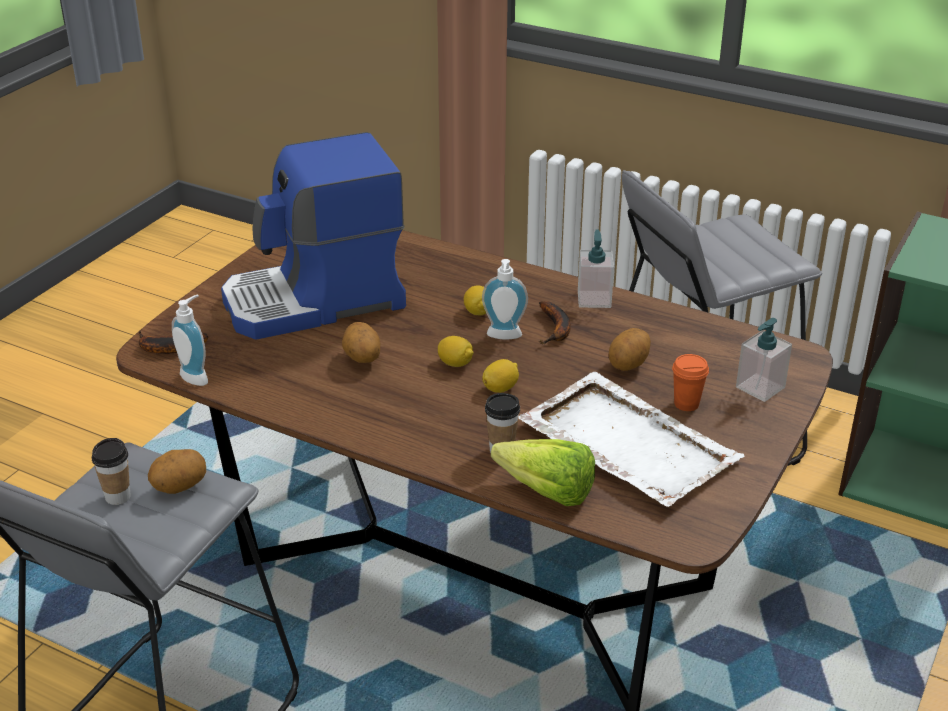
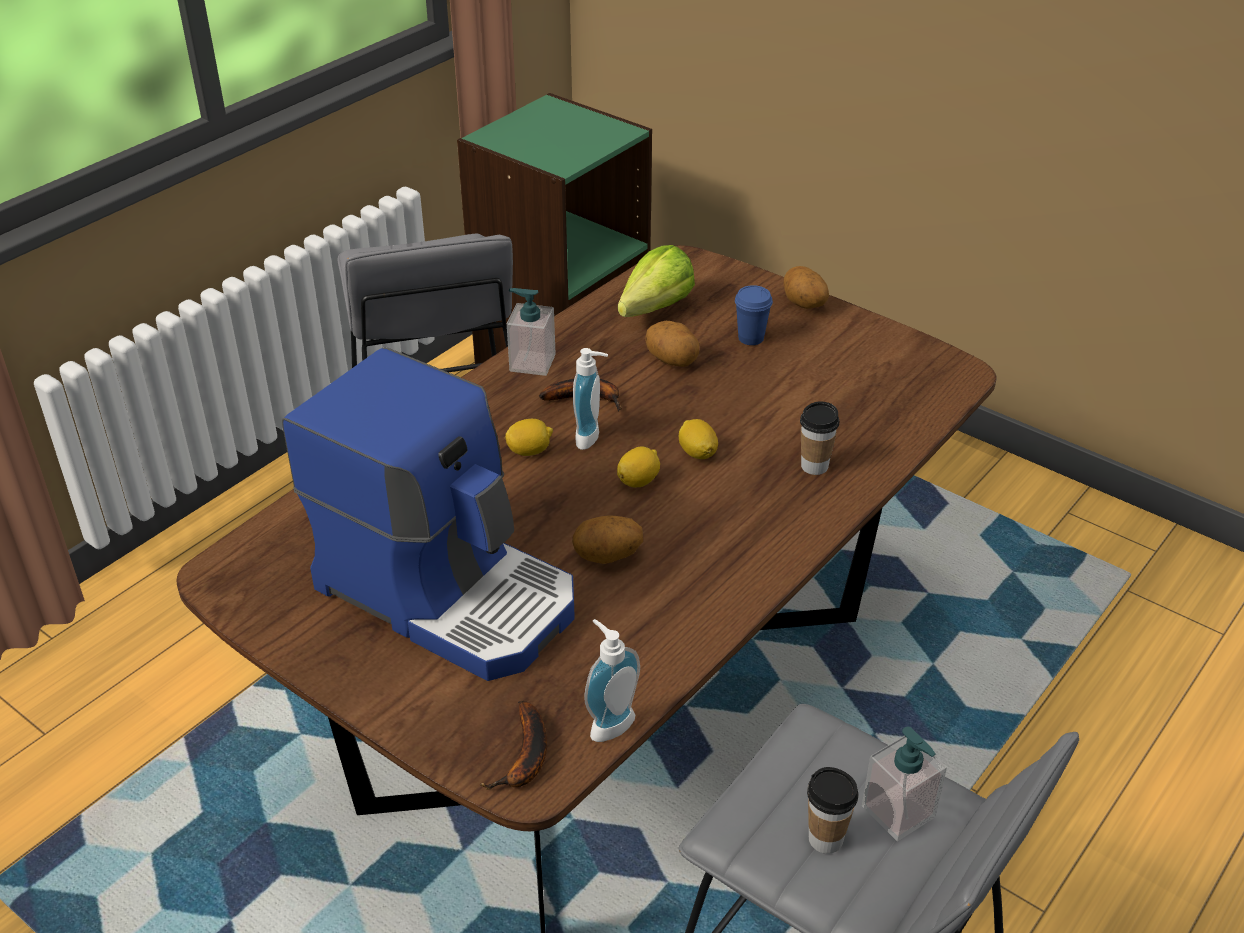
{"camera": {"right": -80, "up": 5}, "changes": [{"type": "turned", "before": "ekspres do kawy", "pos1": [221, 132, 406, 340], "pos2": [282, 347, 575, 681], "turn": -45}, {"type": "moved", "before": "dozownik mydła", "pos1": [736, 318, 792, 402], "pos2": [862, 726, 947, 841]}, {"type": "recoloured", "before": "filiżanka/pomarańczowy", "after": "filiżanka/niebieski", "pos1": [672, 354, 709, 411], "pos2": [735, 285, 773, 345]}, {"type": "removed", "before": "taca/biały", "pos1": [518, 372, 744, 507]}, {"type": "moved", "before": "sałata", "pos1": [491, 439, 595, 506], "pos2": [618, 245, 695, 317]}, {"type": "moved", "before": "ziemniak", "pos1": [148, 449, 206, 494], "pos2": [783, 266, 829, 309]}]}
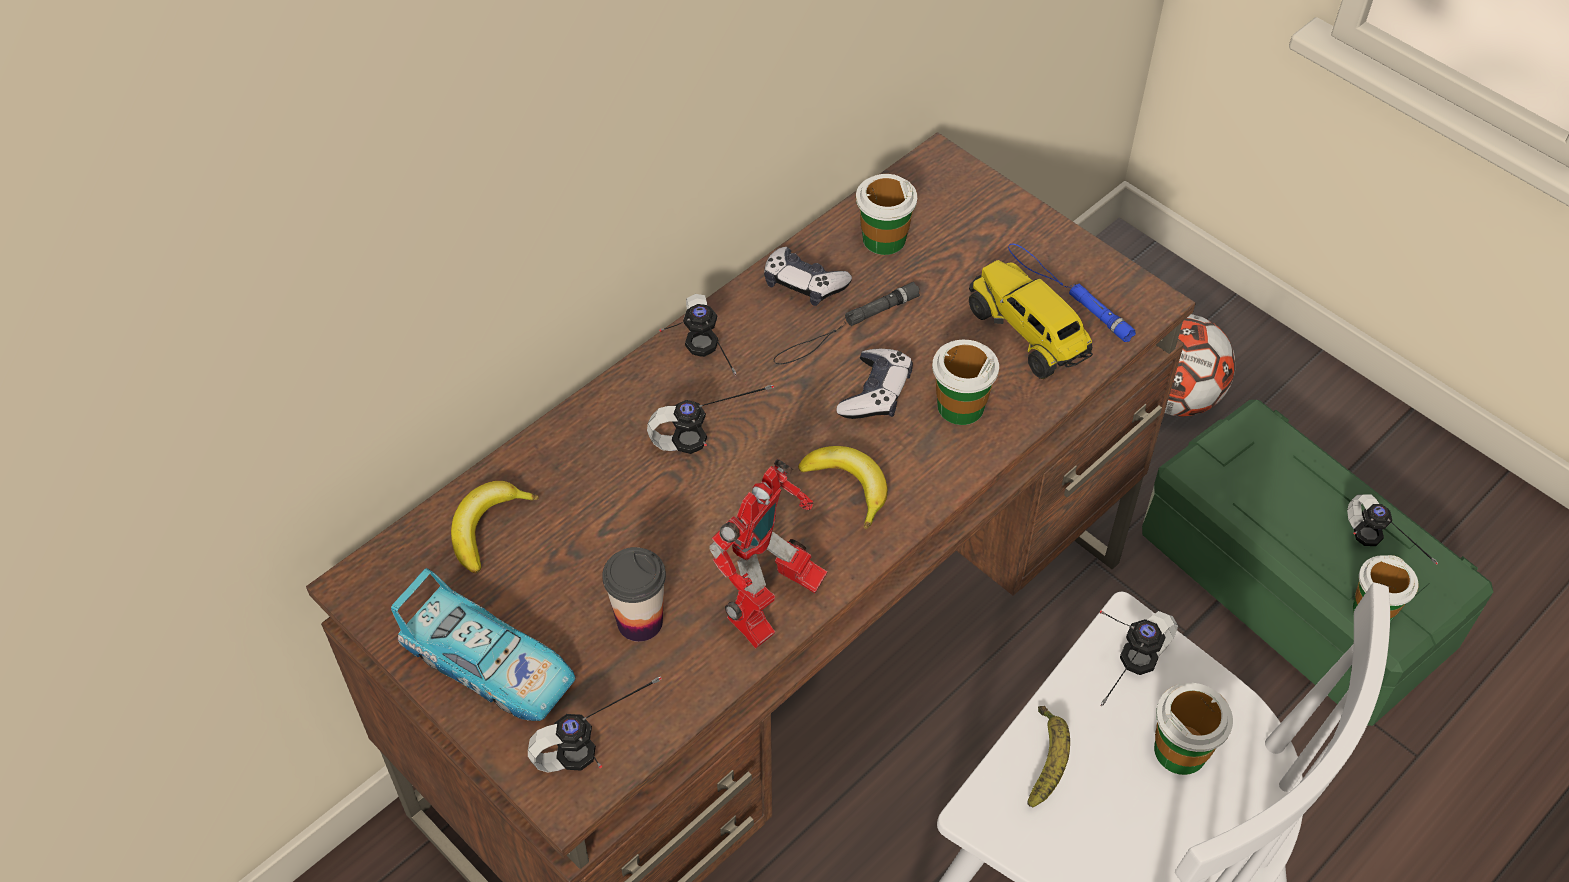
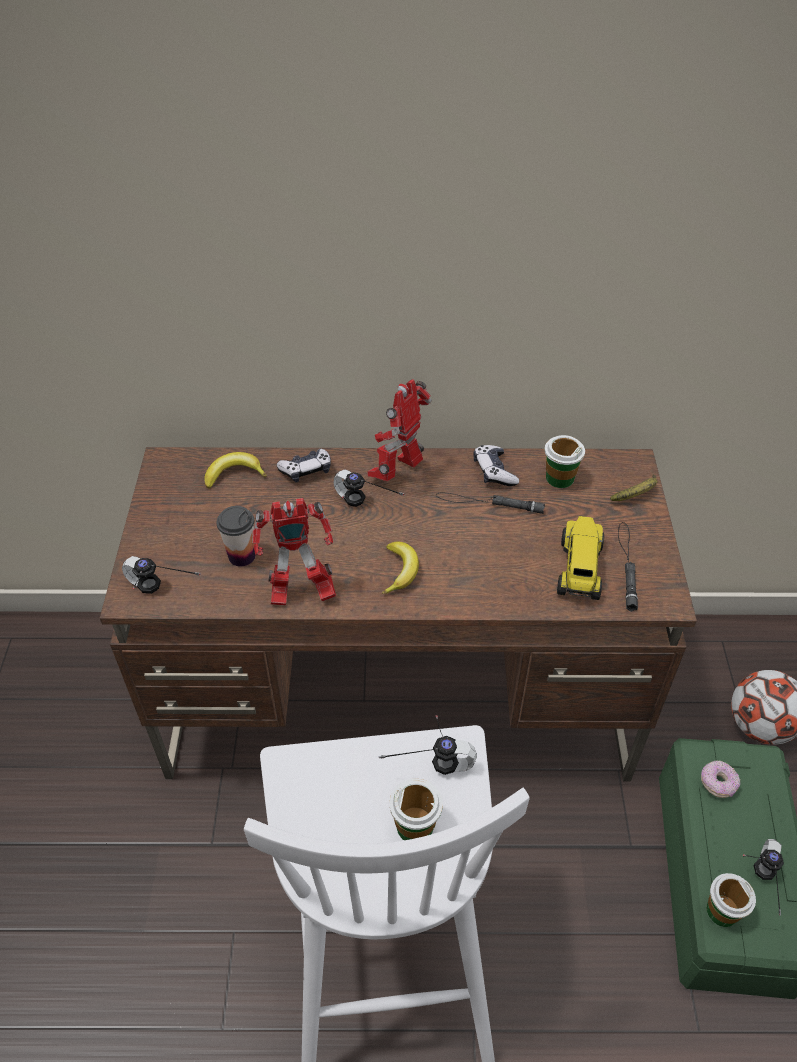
{"camera": {"right": 45, "up": -5}, "changes": [{"type": "recoloured", "before": "latarka/niebieski", "after": "latarka/czarny", "pos1": [1008, 244, 1136, 342], "pos2": [618, 522, 638, 612]}, {"type": "replaced", "before": "słuchawki", "after": "robot zabawkowy", "pos1": [659, 294, 736, 376], "pos2": [368, 379, 432, 481]}, {"type": "removed", "before": "filiżanka", "pos1": [932, 340, 999, 425]}, {"type": "moved", "before": "pad do gier", "pos1": [836, 349, 913, 419], "pos2": [277, 449, 331, 482]}, {"type": "removed", "before": "samochodzik", "pos1": [391, 568, 576, 721]}, {"type": "moved", "before": "banan", "pos1": [1027, 706, 1070, 807], "pos2": [610, 474, 658, 501]}, {"type": "added", "after": "donut", "pos2": [701, 760, 740, 798]}]}
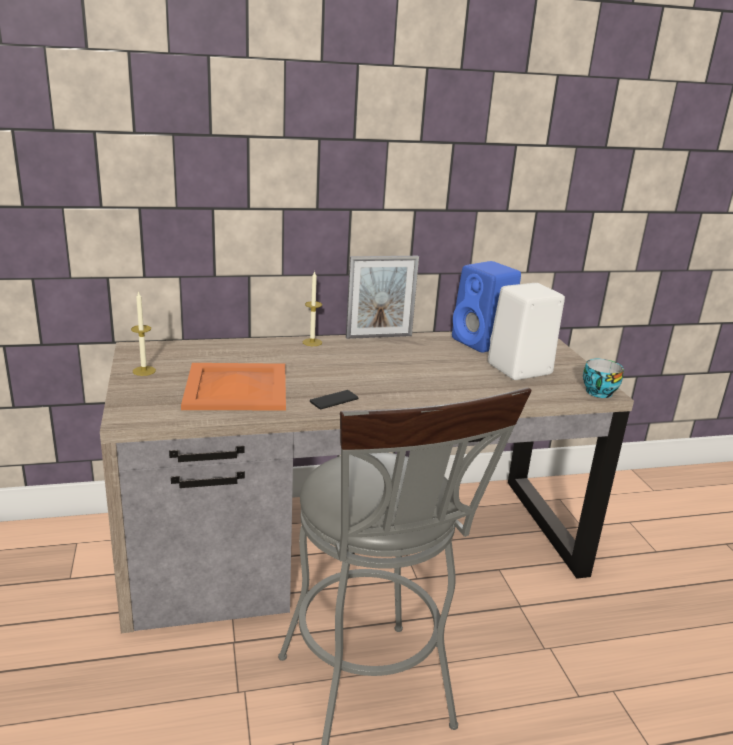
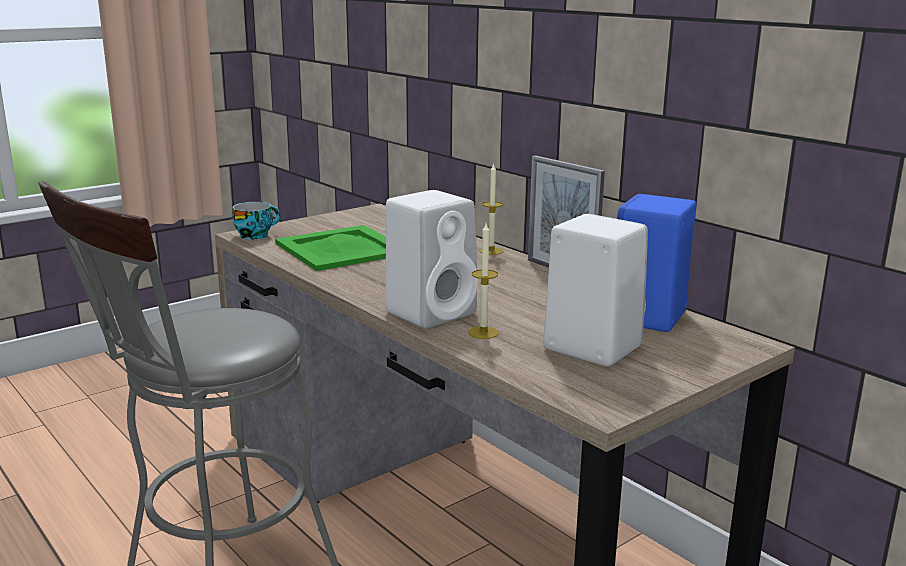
{"camera": {"right": 65, "up": -5}, "changes": [{"type": "moved", "before": "świeca", "pos1": [131, 291, 156, 376], "pos2": [468, 223, 499, 339]}, {"type": "moved", "before": "filiżanka", "pos1": [583, 359, 624, 398], "pos2": [232, 202, 280, 240]}, {"type": "recoloured", "before": "taca/pomarańczowy", "after": "taca/zielony", "pos1": [181, 363, 286, 410], "pos2": [275, 225, 386, 271]}, {"type": "removed", "before": "telefon", "pos1": [310, 390, 358, 409]}, {"type": "added", "after": "głośnik/biały", "pos2": [385, 190, 478, 328]}]}
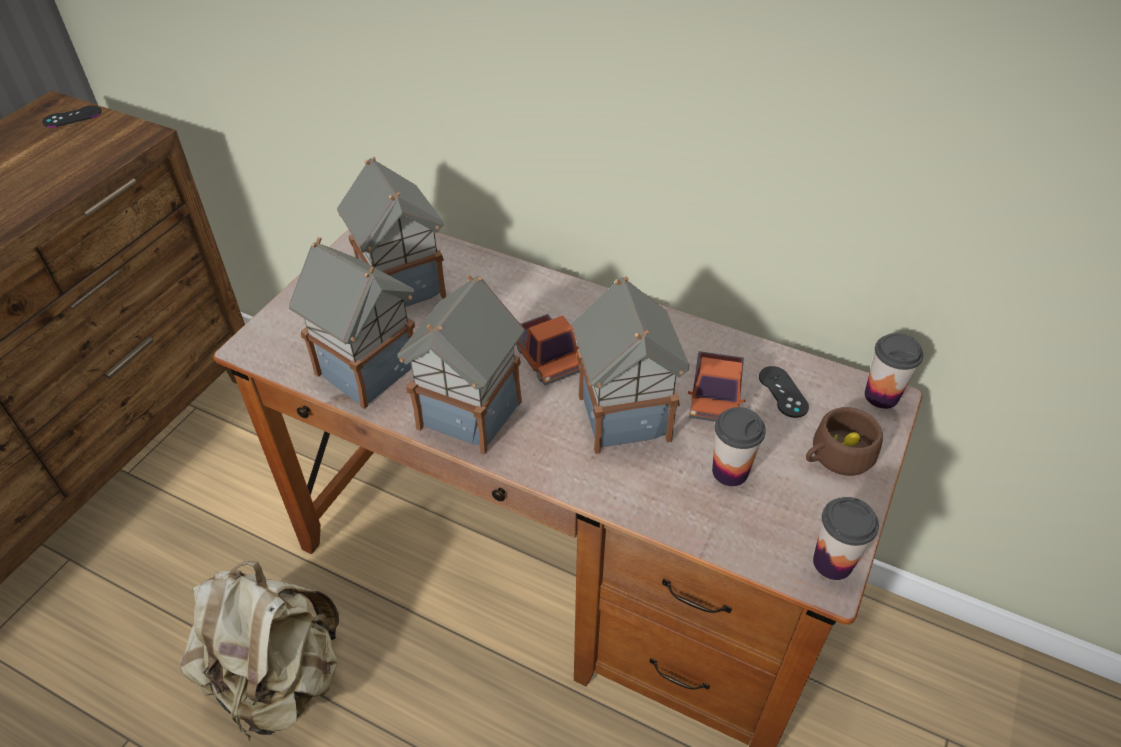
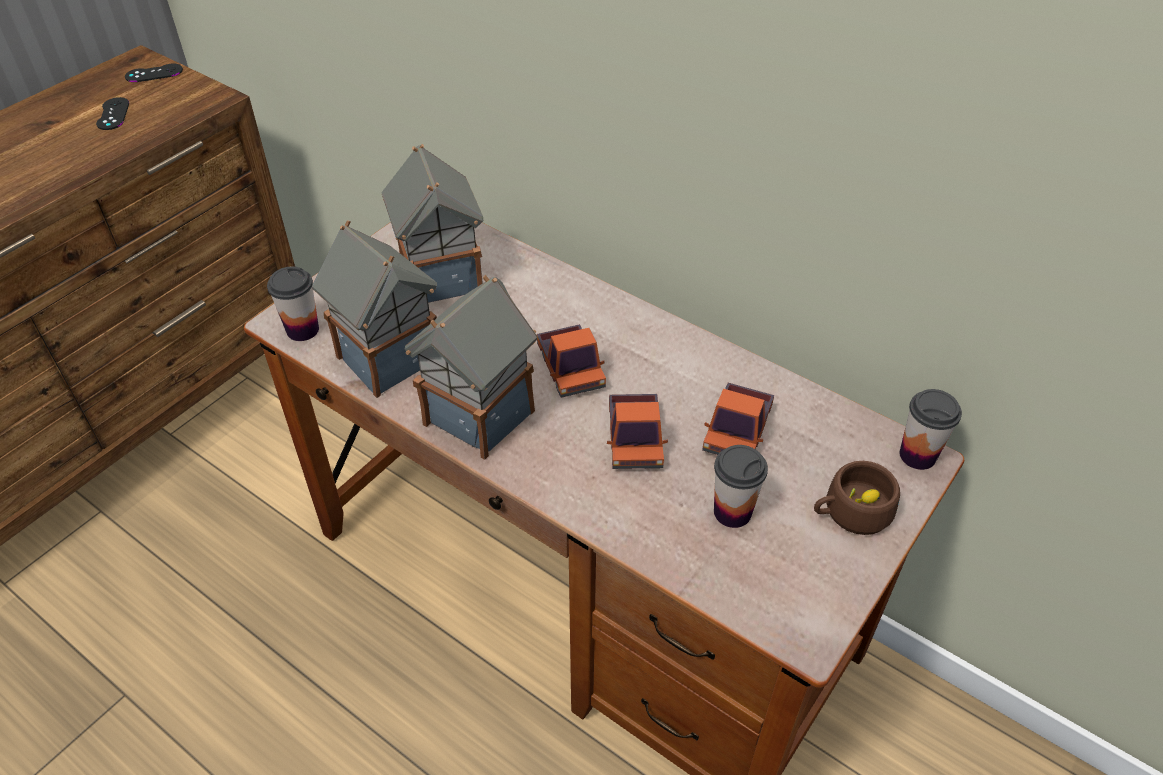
{"camera": {"right": 10, "up": 0}, "changes": [{"type": "replaced", "before": "domek", "after": "ciężarówka zabawkowa", "pos1": [572, 276, 689, 454], "pos2": [607, 394, 668, 469]}, {"type": "moved", "before": "pad do gier/czarny", "pos1": [759, 366, 809, 418], "pos2": [96, 97, 129, 130]}, {"type": "moved", "before": "filiżanka", "pos1": [813, 497, 879, 580], "pos2": [267, 266, 319, 341]}, {"type": "removed", "before": "plecak/beżowy", "pos1": [180, 561, 339, 741]}]}
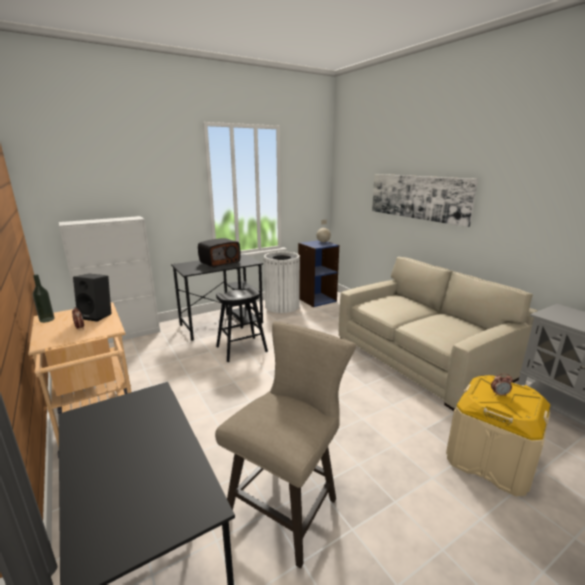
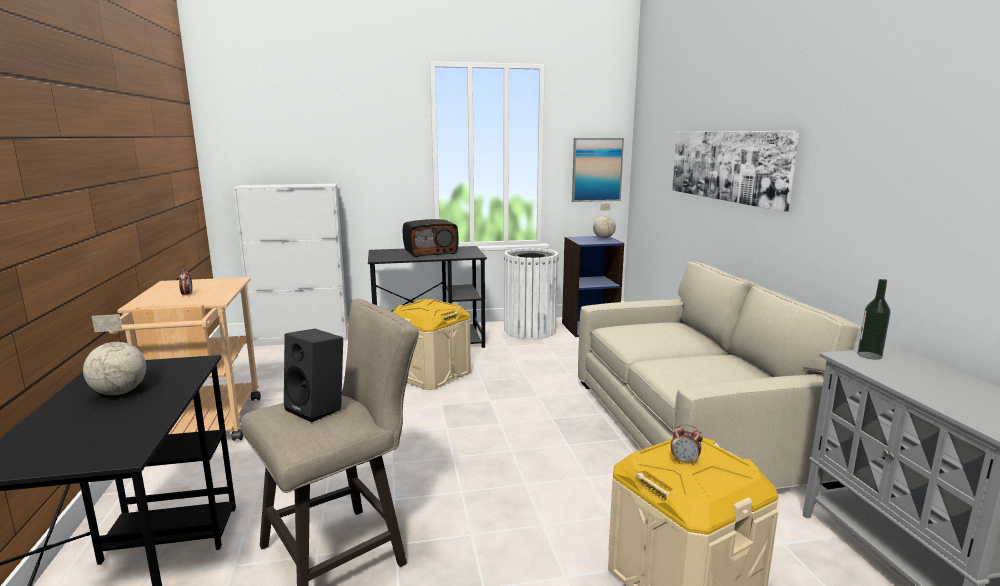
{"camera": {"right": 20, "up": -5}, "changes": [{"type": "moved", "before": "butelka", "pos1": [33, 274, 55, 323], "pos2": [857, 279, 890, 360]}, {"type": "moved", "before": "głośnik/czarny", "pos1": [73, 274, 112, 322], "pos2": [284, 329, 343, 422]}, {"type": "replaced", "before": "stołek/czarny", "after": "pojemnik do przechowywania/beżowy", "pos1": [216, 287, 268, 362], "pos2": [393, 299, 471, 390]}, {"type": "added", "after": "obraz", "pos2": [572, 138, 624, 202]}, {"type": "added", "after": "globus", "pos2": [83, 314, 146, 395]}]}
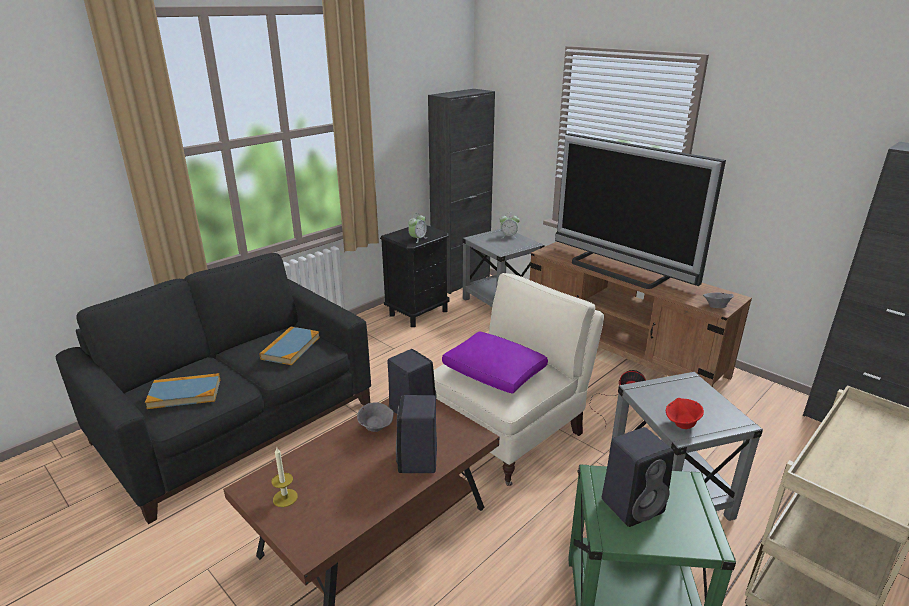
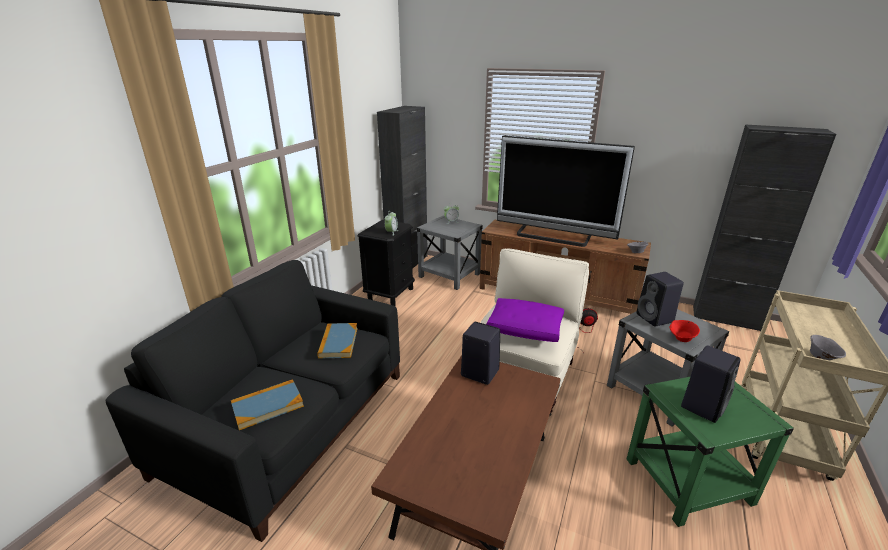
{"camera": {"right": -20, "up": 0}, "changes": [{"type": "moved", "before": "głośnik/czarny", "pos1": [396, 395, 437, 473], "pos2": [636, 272, 684, 326]}, {"type": "moved", "before": "miska/szary", "pos1": [357, 402, 394, 432], "pos2": [810, 335, 846, 360]}, {"type": "removed", "before": "świeca", "pos1": [272, 448, 298, 507]}]}
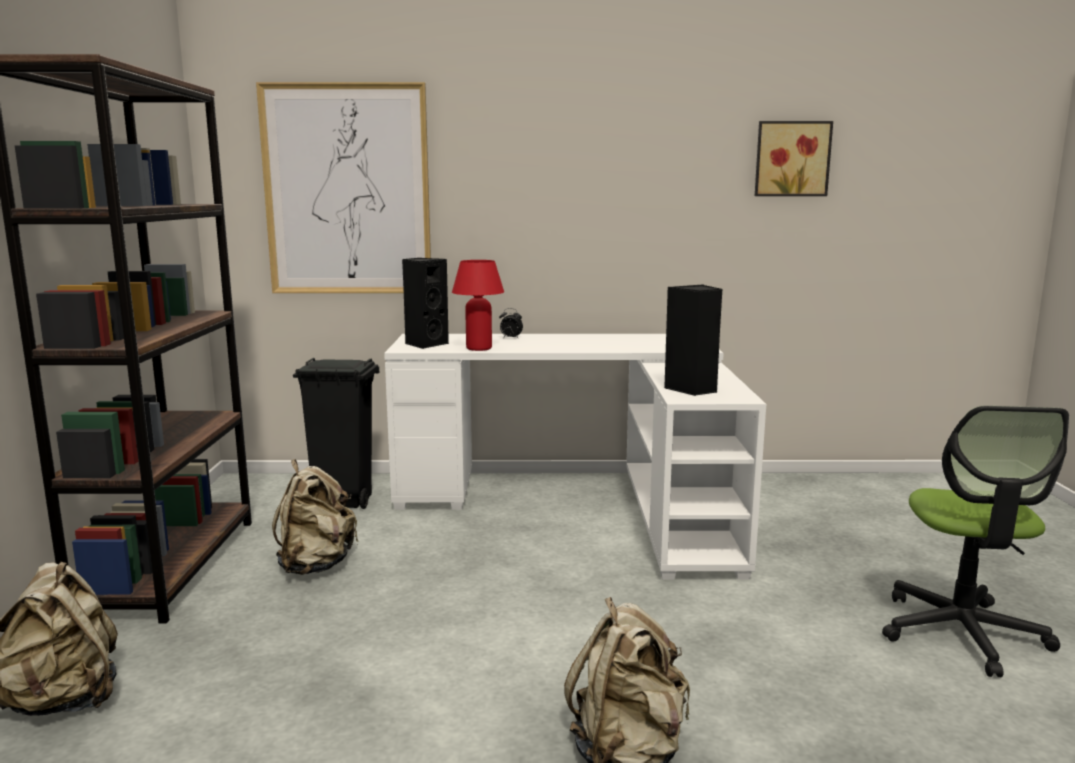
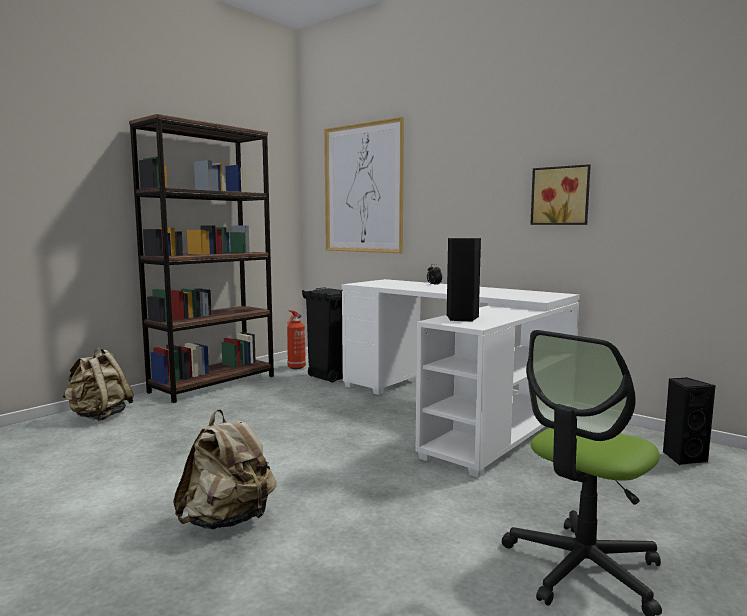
{"camera": {"right": 40, "up": -5}, "changes": [{"type": "moved", "before": "obraz", "pos1": [755, 121, 833, 196], "pos2": [530, 164, 591, 225]}, {"type": "moved", "before": "głośnik/czarny", "pos1": [402, 258, 449, 349], "pos2": [663, 377, 716, 465]}, {"type": "removed", "before": "lampa stołowa/czerwony", "pos1": [452, 260, 504, 351]}, {"type": "removed", "before": "plecak/beżowy", "pos1": [272, 459, 359, 575]}, {"type": "added", "after": "gaśnica", "pos2": [287, 310, 306, 369]}]}
